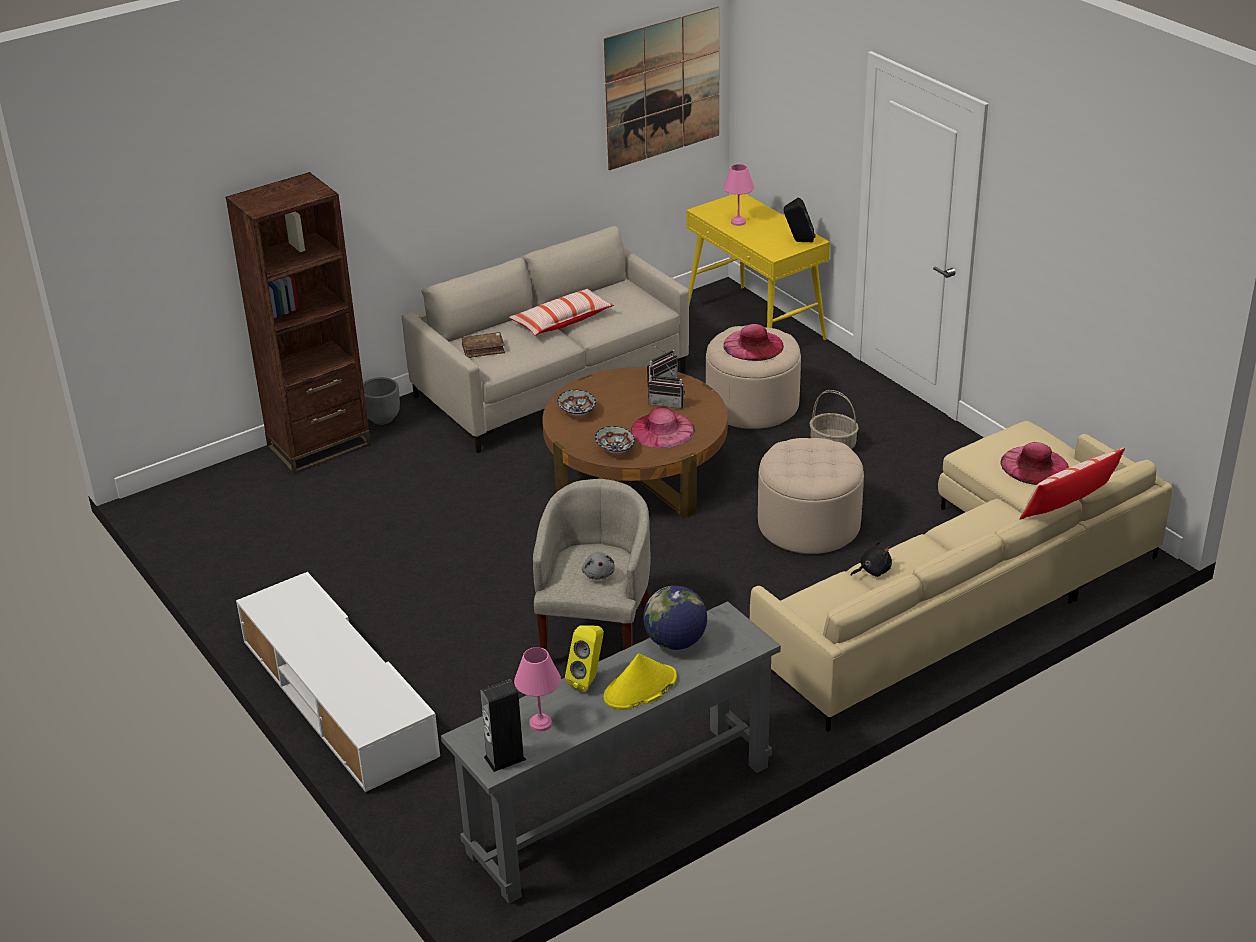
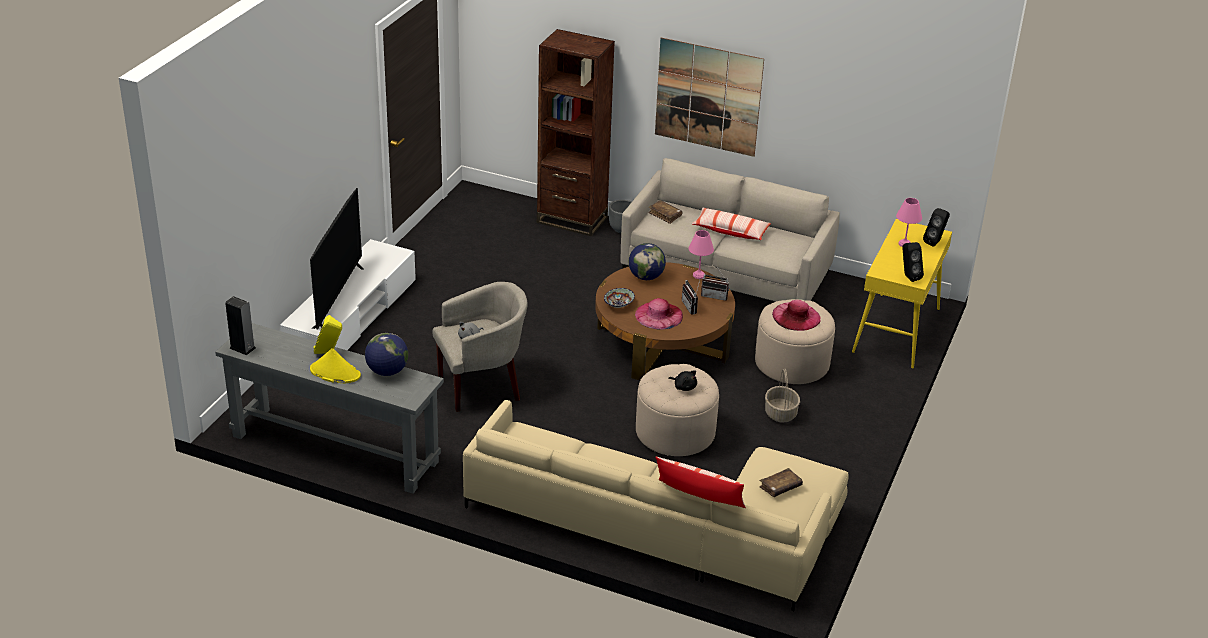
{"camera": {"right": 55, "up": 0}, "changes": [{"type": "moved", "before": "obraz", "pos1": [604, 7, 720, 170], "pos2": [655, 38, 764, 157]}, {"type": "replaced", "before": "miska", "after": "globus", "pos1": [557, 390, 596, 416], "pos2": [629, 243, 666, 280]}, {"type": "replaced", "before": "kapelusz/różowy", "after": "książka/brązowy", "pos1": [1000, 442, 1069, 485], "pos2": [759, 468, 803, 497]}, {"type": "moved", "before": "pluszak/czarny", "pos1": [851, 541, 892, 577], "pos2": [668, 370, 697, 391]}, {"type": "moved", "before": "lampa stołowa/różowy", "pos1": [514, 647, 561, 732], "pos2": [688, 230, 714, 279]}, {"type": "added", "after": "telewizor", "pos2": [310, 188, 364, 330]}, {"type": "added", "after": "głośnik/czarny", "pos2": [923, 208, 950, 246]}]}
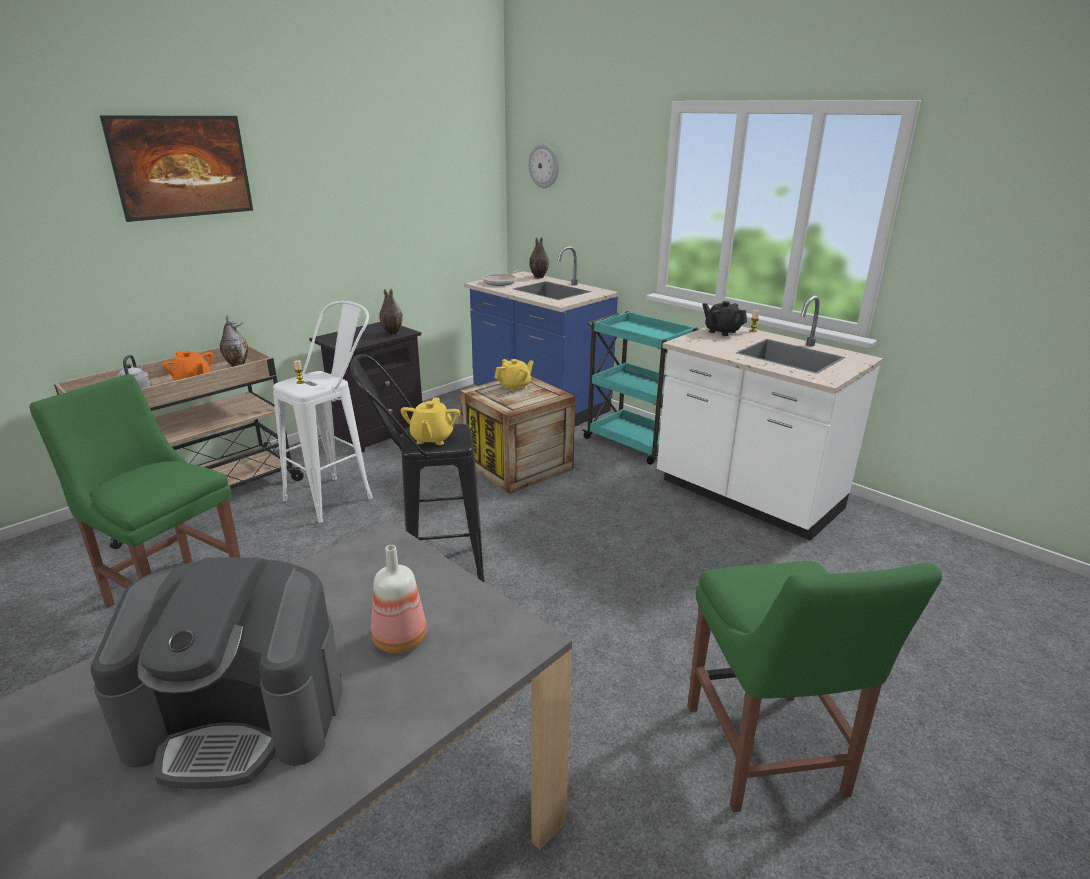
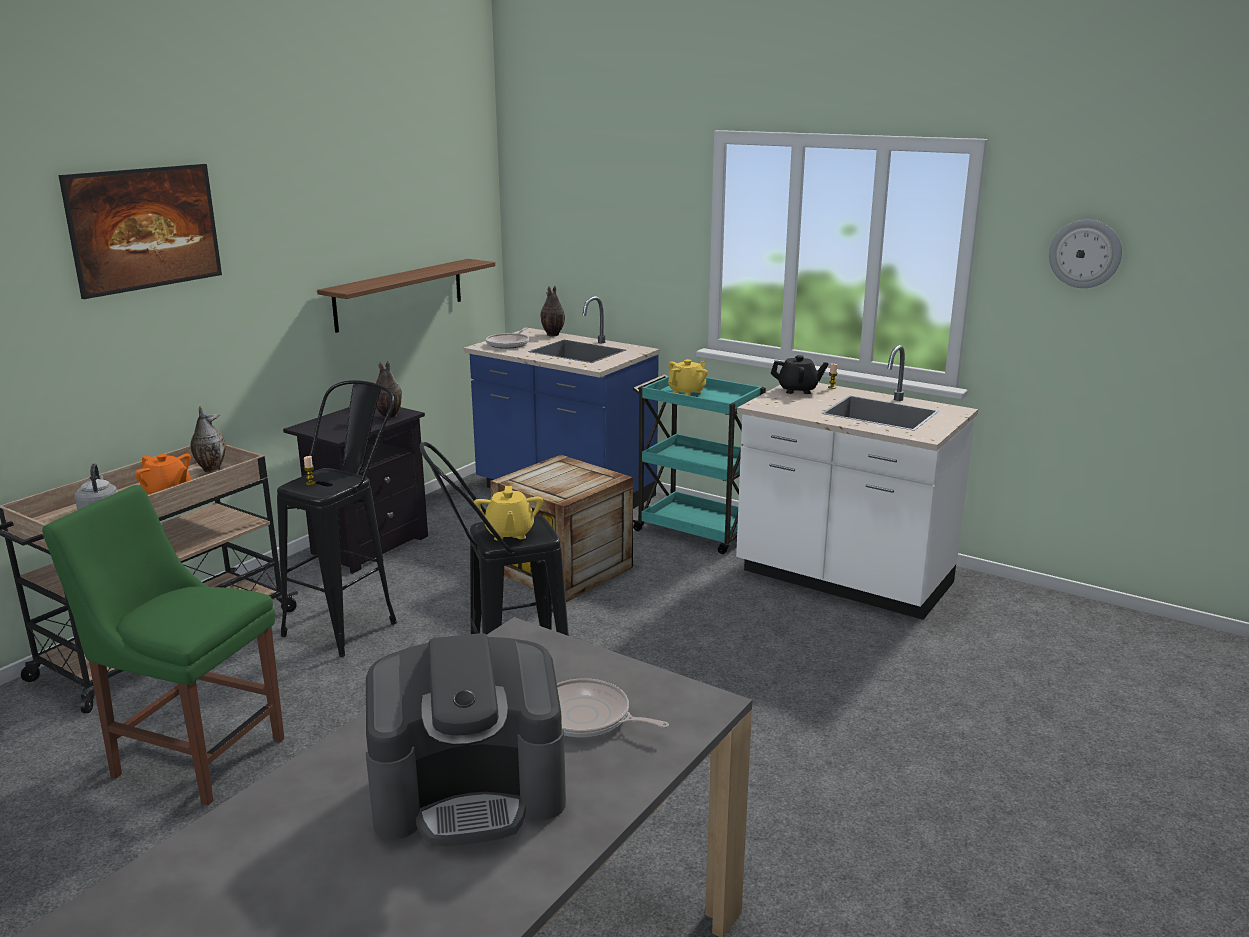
{"camera": {"right": -10, "up": -5}, "changes": [{"type": "moved", "before": "zegar ścienny", "pos1": [528, 144, 559, 188], "pos2": [1049, 220, 1122, 288]}, {"type": "recoloured", "before": "stołek/biały", "after": "stołek/czarny", "pos1": [273, 301, 373, 523], "pos2": [277, 380, 397, 657]}, {"type": "turned", "before": "imbryk/czarny", "pos1": [702, 301, 747, 336], "pos2": [771, 355, 829, 394], "turn": 150}, {"type": "moved", "before": "imbryk/żółty", "pos1": [494, 359, 534, 391], "pos2": [668, 359, 708, 396]}, {"type": "replaced", "before": "butelka", "after": "patelnia", "pos1": [371, 545, 427, 653], "pos2": [557, 678, 669, 737]}, {"type": "removed", "before": "krzesło/zielony", "pos1": [687, 561, 942, 813]}, {"type": "added", "after": "półka", "pos2": [317, 259, 495, 333]}]}
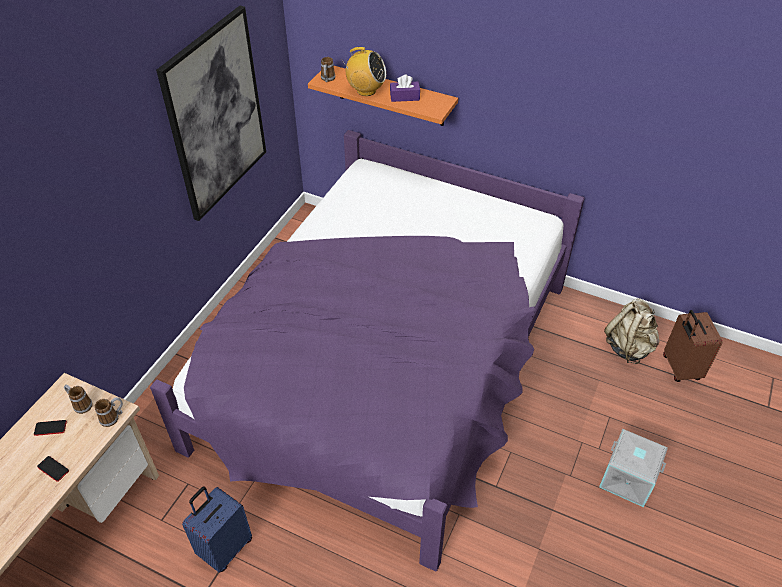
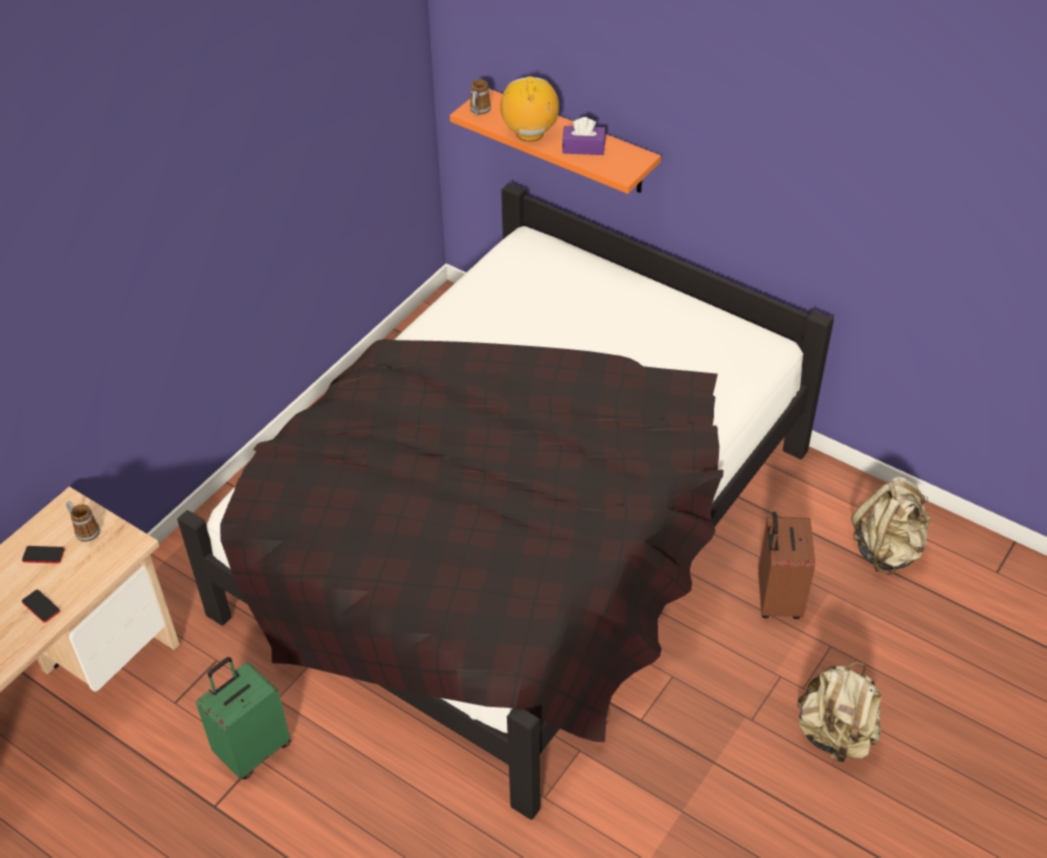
{"camera": {"right": 10, "up": 0}, "changes": [{"type": "removed", "before": "obraz", "pos1": [156, 6, 266, 221]}, {"type": "turned", "before": "radio", "pos1": [342, 47, 386, 96], "pos2": [500, 76, 559, 142], "turn": -120}, {"type": "recoloured", "before": "łóżko/fioletowy", "after": "łóżko/czarny", "pos1": [150, 130, 584, 571], "pos2": [177, 183, 834, 820]}, {"type": "moved", "before": "walizka/brązowy", "pos1": [663, 310, 722, 382], "pos2": [758, 512, 815, 619]}, {"type": "removed", "before": "kubek", "pos1": [95, 397, 123, 427]}, {"type": "replaced", "before": "pojemnik do przechowywania/szary", "after": "plecak/beżowy", "pos1": [599, 429, 668, 507], "pos2": [797, 662, 882, 762]}, {"type": "recoloured", "before": "walizka/niebieski", "after": "walizka/zielony", "pos1": [182, 487, 252, 573], "pos2": [196, 657, 291, 779]}]}
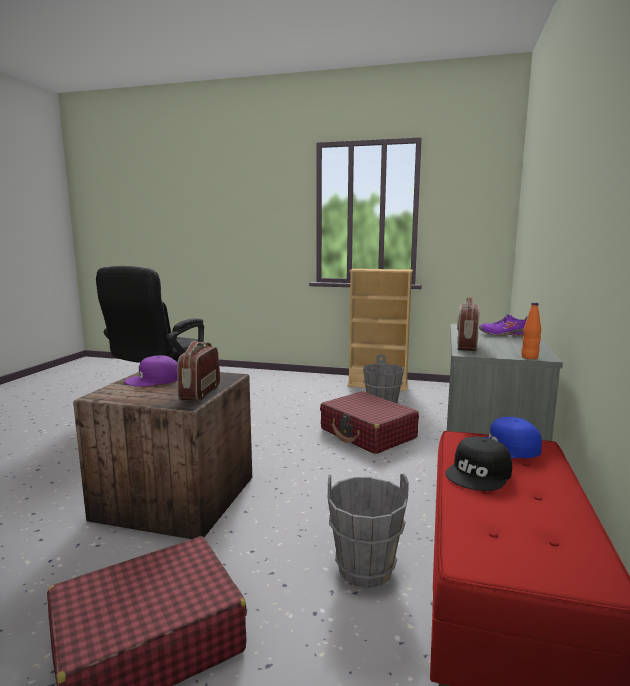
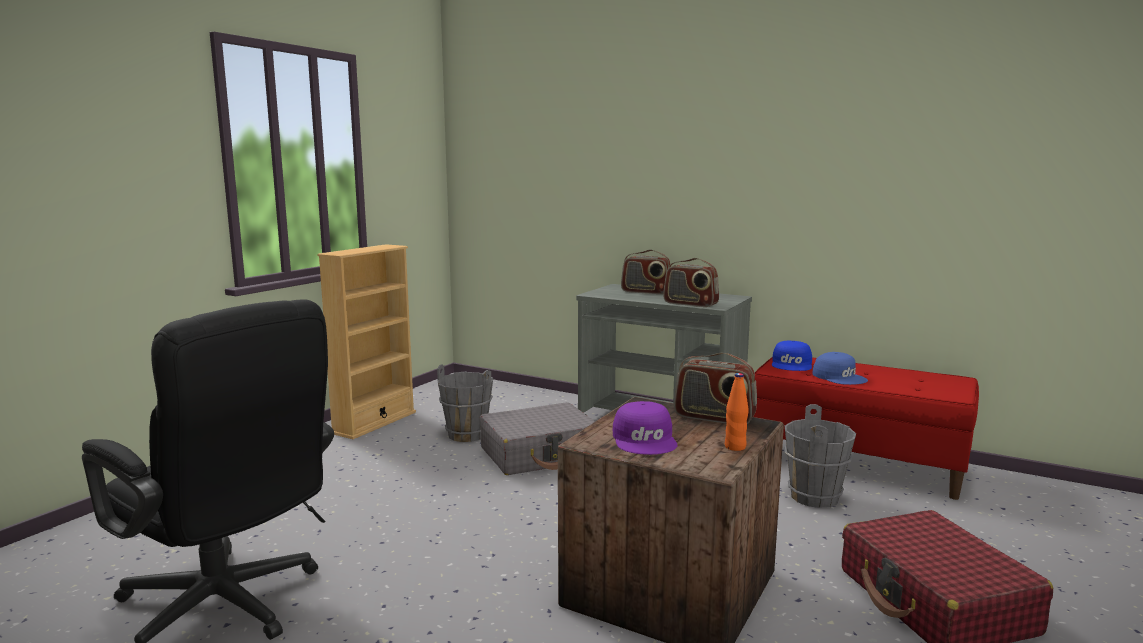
{"camera": {"right": -75, "up": 0}, "changes": [{"type": "moved", "before": "butelka/pomarańczowy", "pos1": [522, 302, 541, 359], "pos2": [725, 373, 749, 451]}, {"type": "replaced", "before": "but/fioletowy", "after": "radio", "pos1": [479, 314, 528, 336], "pos2": [621, 250, 670, 294]}, {"type": "recoloured", "before": "walizka/czerwony", "after": "walizka/szary", "pos1": [320, 391, 419, 454], "pos2": [479, 402, 595, 475]}, {"type": "recoloured", "before": "czapka z daszkiem/czarny", "after": "czapka z daszkiem/niebieski", "pos1": [445, 436, 512, 491], "pos2": [812, 352, 868, 385]}]}
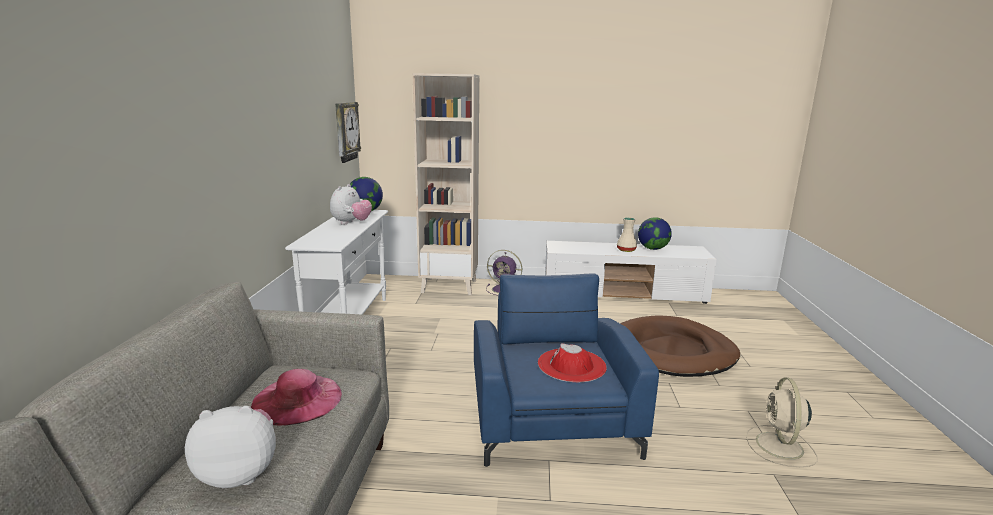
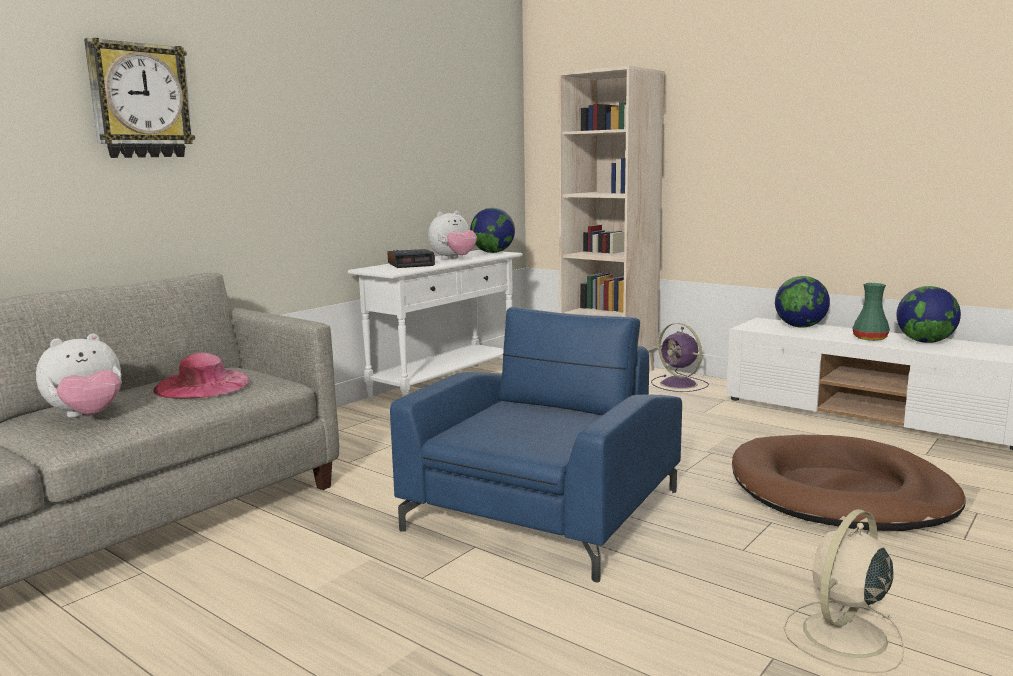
{"camera": {"right": 35, "up": -5}, "changes": [{"type": "moved", "before": "zegar ścienny", "pos1": [335, 102, 361, 163], "pos2": [84, 38, 195, 158]}, {"type": "recoloured", "before": "wazon/beżowy", "after": "wazon/zielony", "pos1": [617, 217, 637, 252], "pos2": [852, 283, 890, 341]}, {"type": "removed", "before": "kapelusz/czerwony", "pos1": [538, 343, 607, 382]}, {"type": "turned", "before": "pluszak", "pos1": [185, 406, 276, 488], "pos2": [36, 333, 122, 418], "turn": 120}, {"type": "added", "after": "budzik", "pos2": [387, 249, 435, 268]}, {"type": "added", "after": "globus", "pos2": [775, 276, 830, 328]}]}
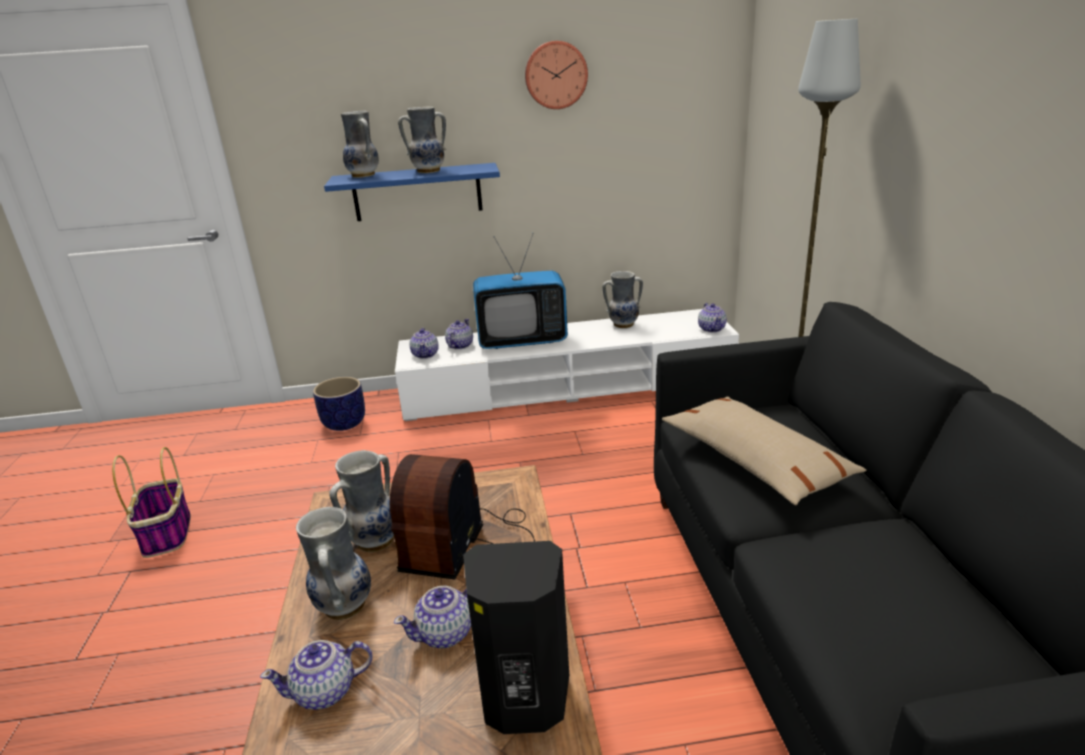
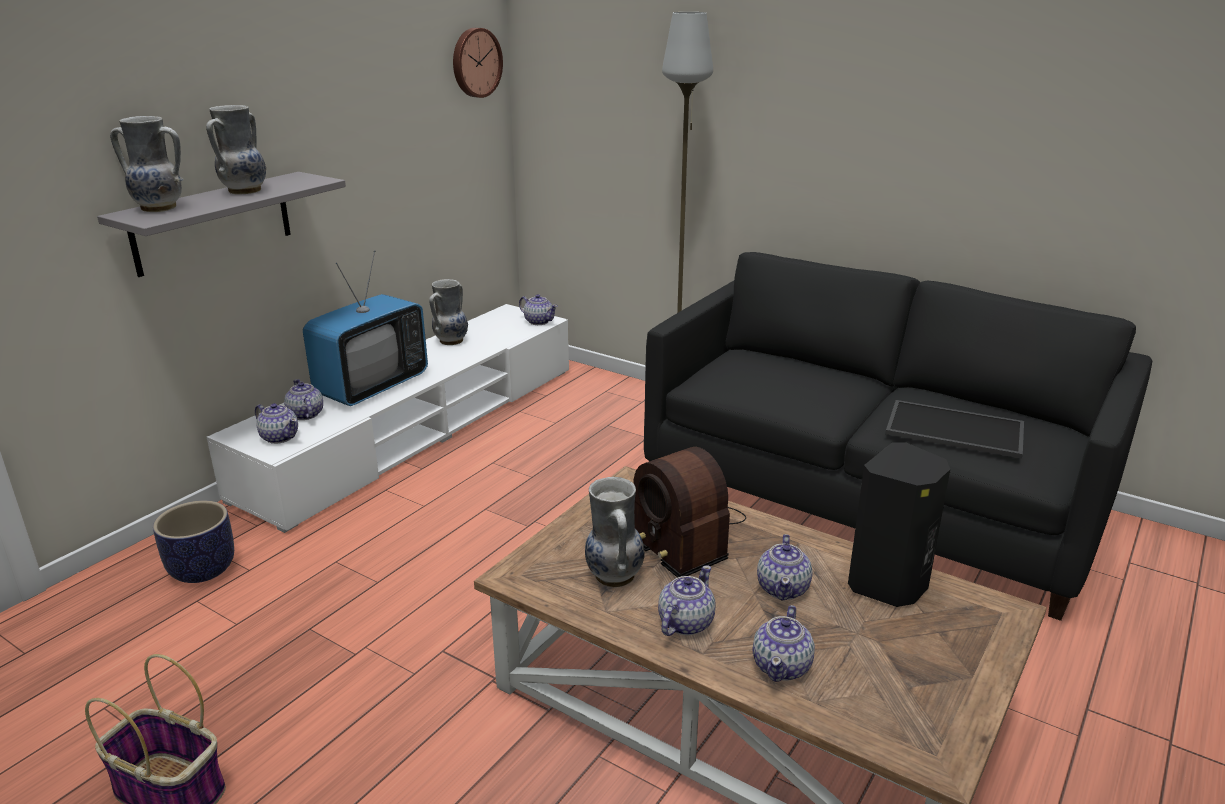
{"camera": {"right": -50, "up": 0}, "changes": [{"type": "moved", "before": "zegar ścienny", "pos1": [525, 41, 588, 109], "pos2": [453, 28, 503, 98]}, {"type": "recoloured", "before": "półka/niebieski", "after": "półka/szary", "pos1": [324, 163, 500, 221], "pos2": [97, 172, 346, 277]}, {"type": "removed", "before": "poduszka/beżowy", "pos1": [662, 396, 866, 505]}, {"type": "replaced", "before": "wazon", "after": "imbryk", "pos1": [296, 507, 371, 620], "pos2": [658, 565, 716, 636]}, {"type": "added", "after": "taca", "pos2": [885, 400, 1024, 458]}]}
